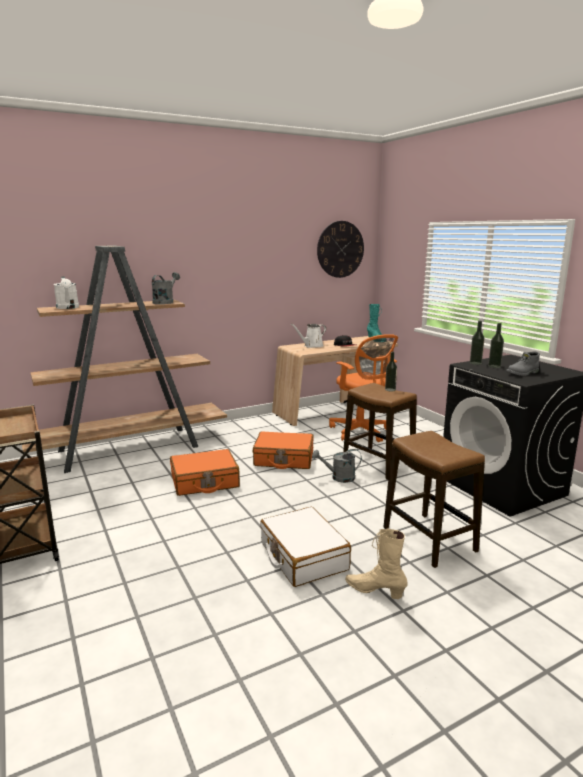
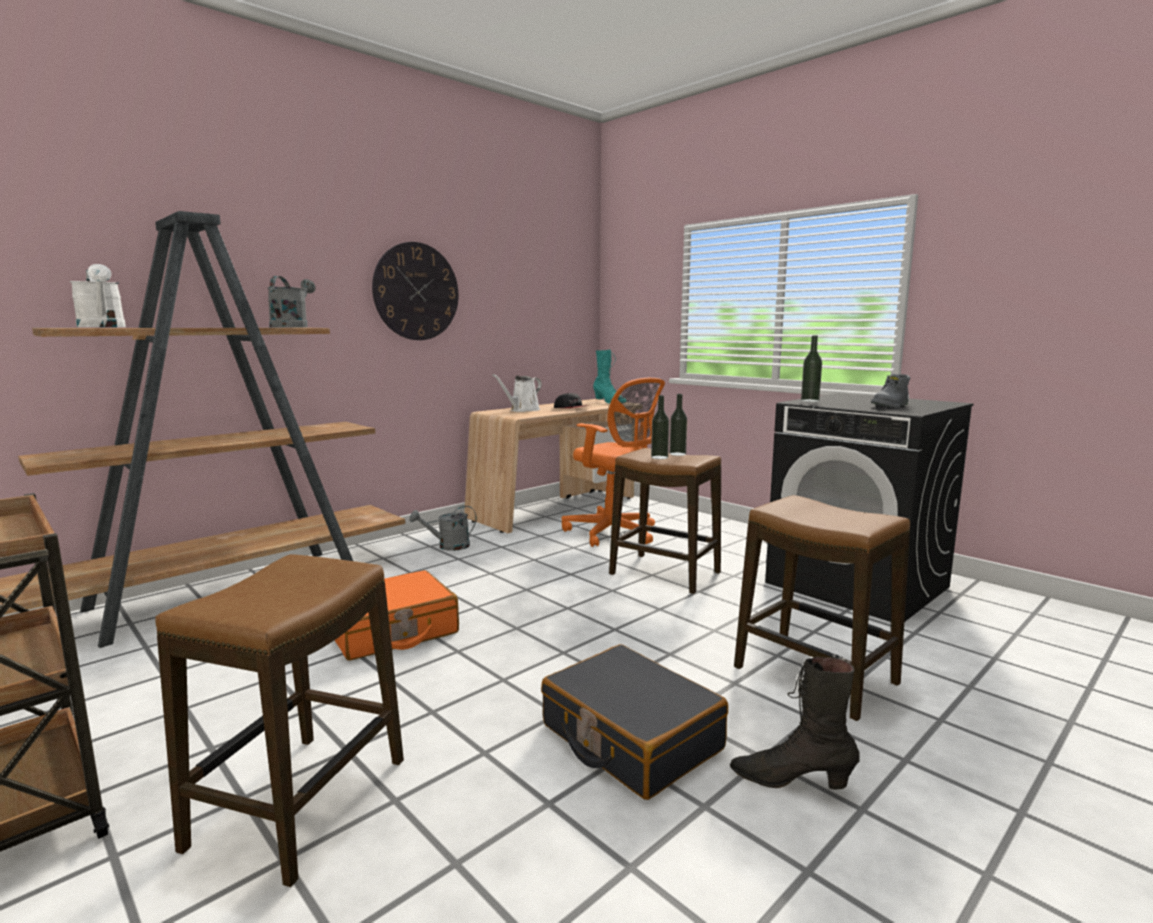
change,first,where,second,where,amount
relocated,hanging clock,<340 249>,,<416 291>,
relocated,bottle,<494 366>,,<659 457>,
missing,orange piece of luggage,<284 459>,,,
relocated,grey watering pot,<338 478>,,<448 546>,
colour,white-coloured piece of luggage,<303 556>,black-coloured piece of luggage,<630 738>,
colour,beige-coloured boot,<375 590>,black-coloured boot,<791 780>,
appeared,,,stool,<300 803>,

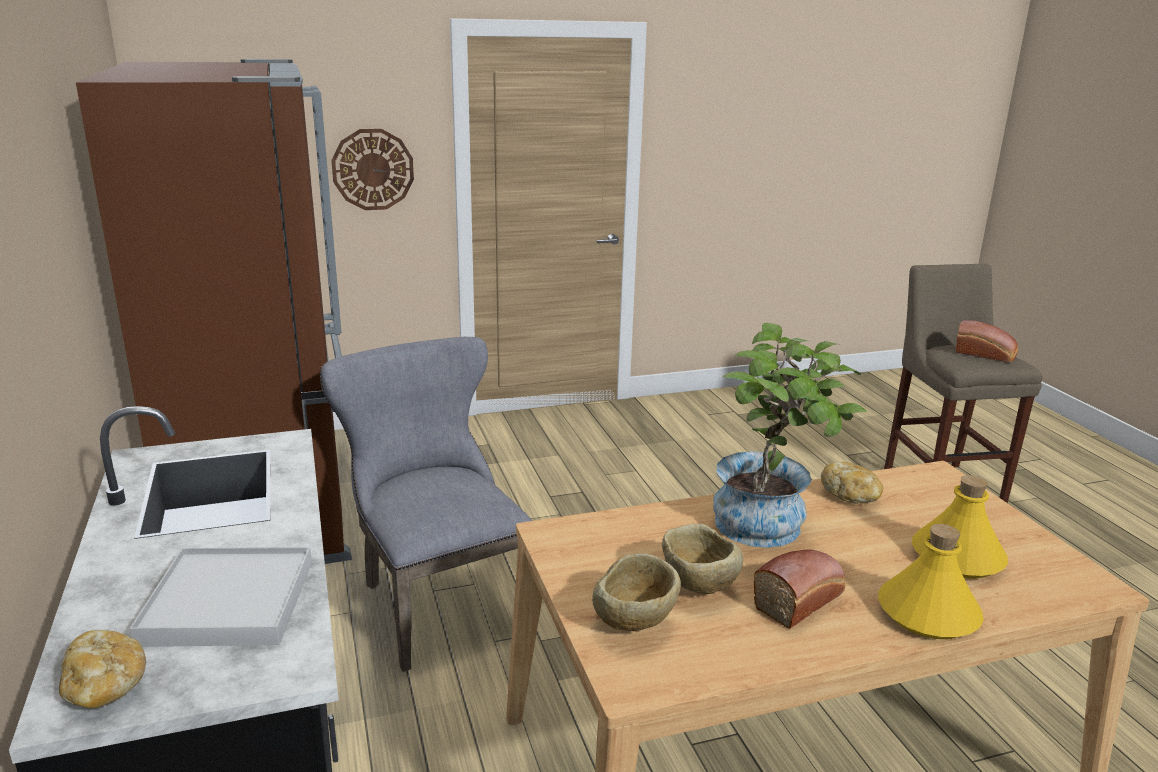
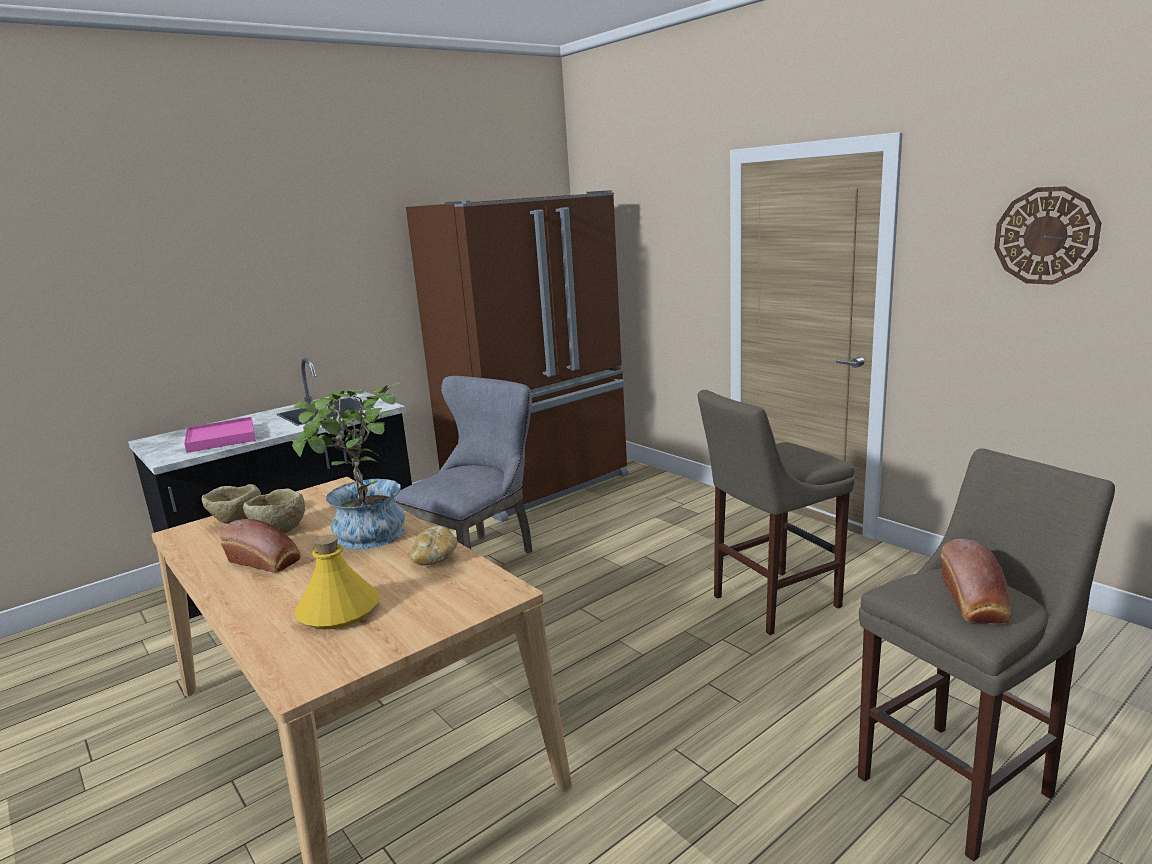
change,first,where,second,where,amount
relocated,hanging clock,<373 169>,,<1046 236>,
missing,yellow-coloured bottle,<927 614>,,,
colour,white-coloured serving tray,<229 602>,pinkish serving tray,<221 438>,
missing,baked bread,<105 687>,,,
appeared,,,beige-coloured stool,<770 603>,

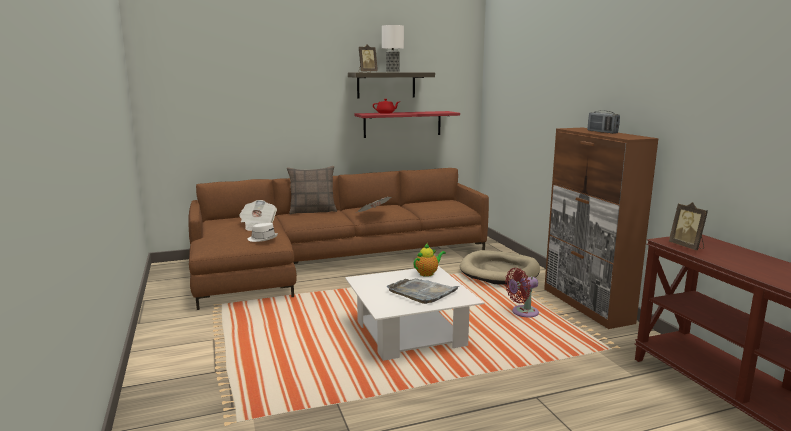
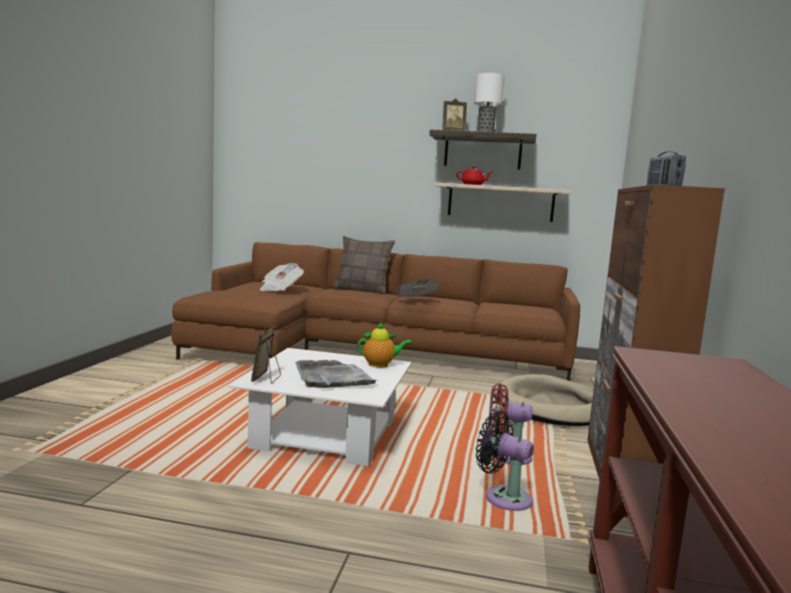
change,first,where,second,where,amount
colour,red wall shelf,<402 124>,beige-coloured wall shelf,<500 202>,
relocated,standing frame,<687 246>,,<267 379>,
missing,white-coloured wearable hat,<263 238>,,,
appeared,,,black-coloured fan,<503 497>,

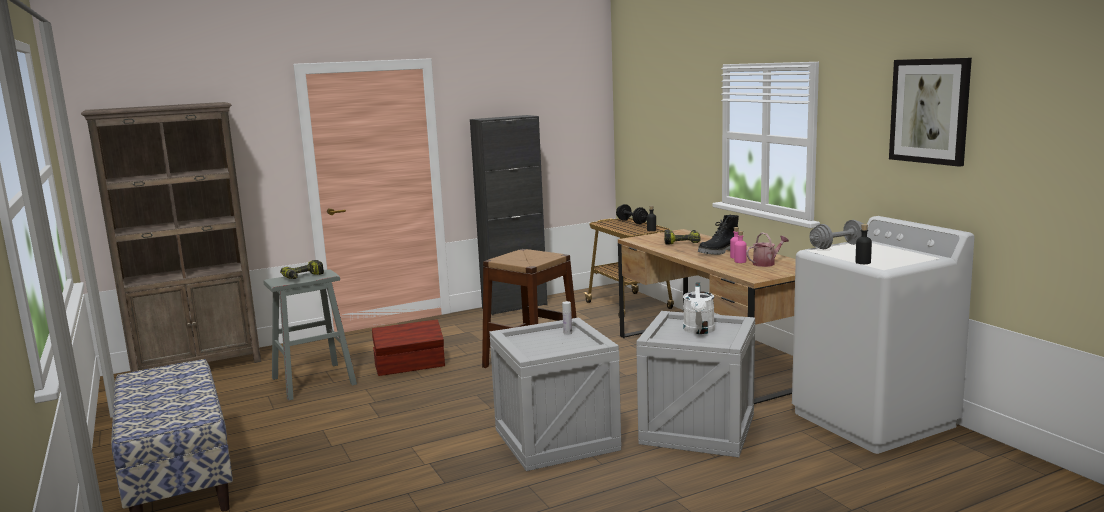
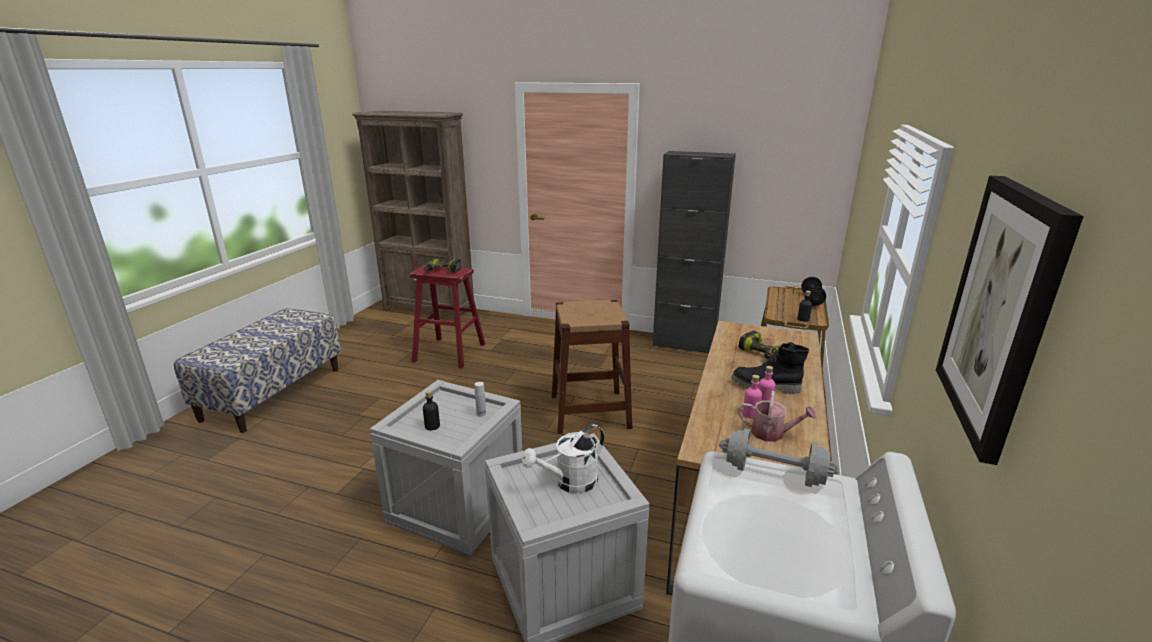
change,first,where,second,where,amount
relocated,black-coloured bottle,<863 262>,,<432 426>,
colour,grey stool,<314 381>,red stool,<449 352>,
missing,brownish storage bin,<410 366>,,,

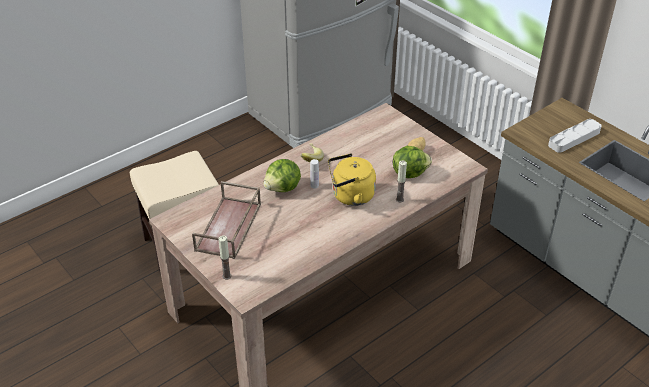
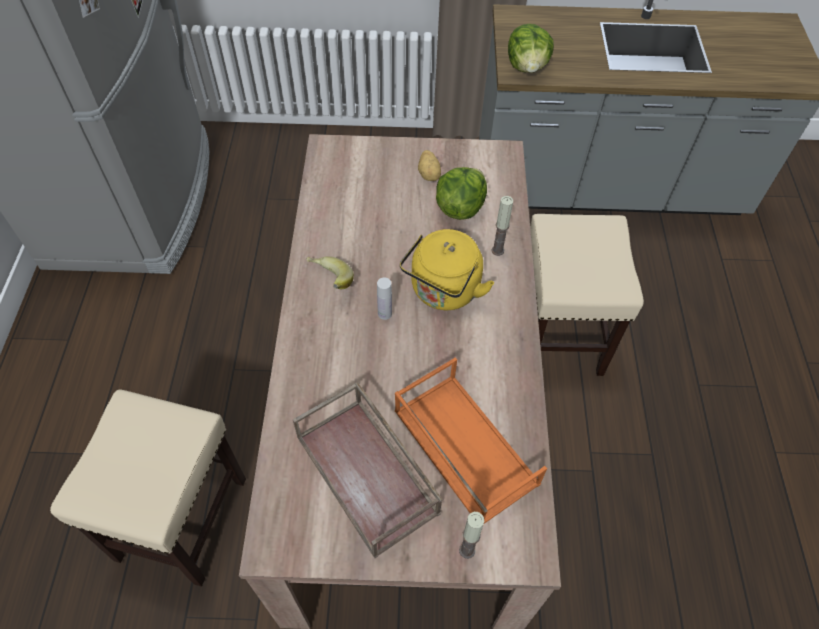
change,first,where,second,where,amount
missing,grey serving tray,<574 138>,,,
relocated,head of lettuce,<283 188>,,<527 67>,
appeared,,,beige-coloured stool,<559 335>,
appeared,,,orange serving tray,<463 446>,

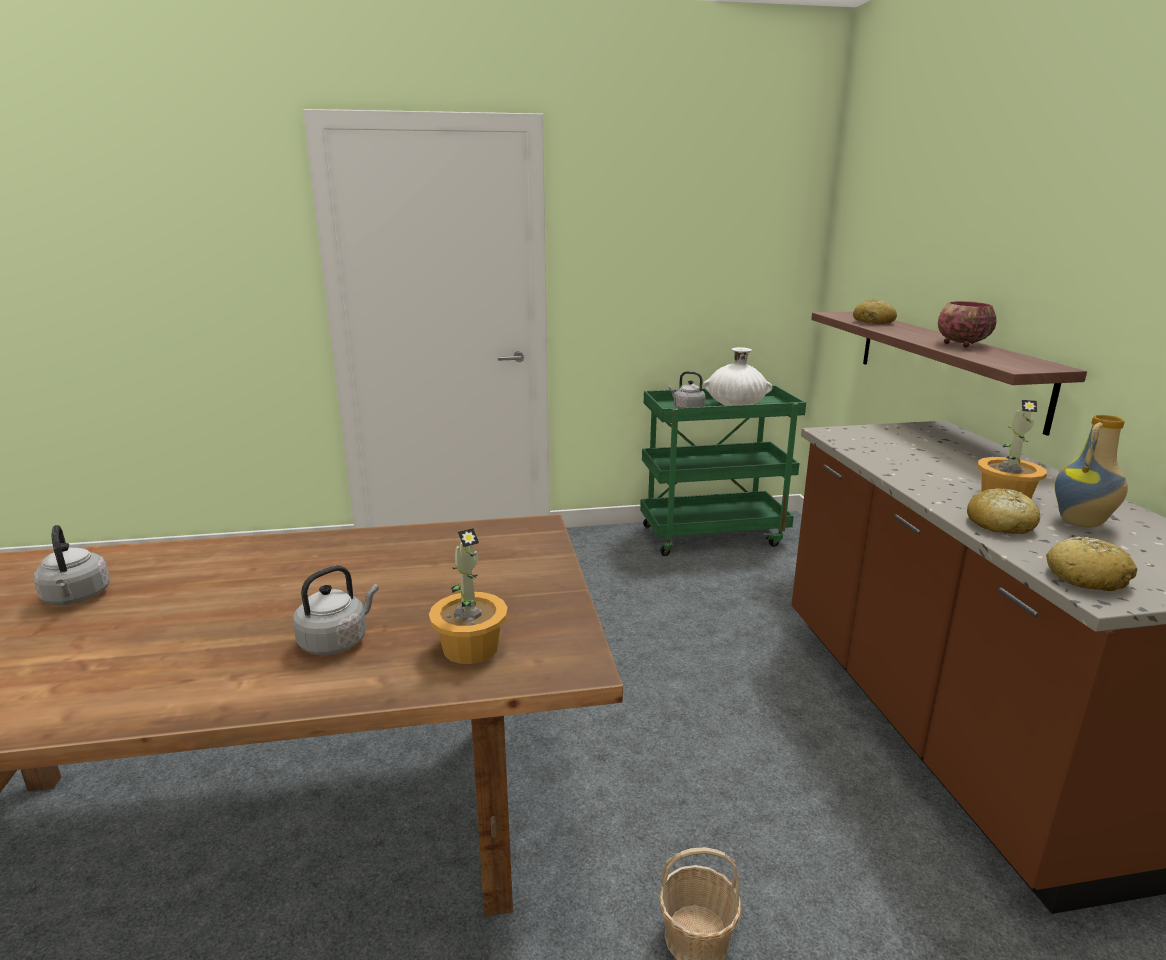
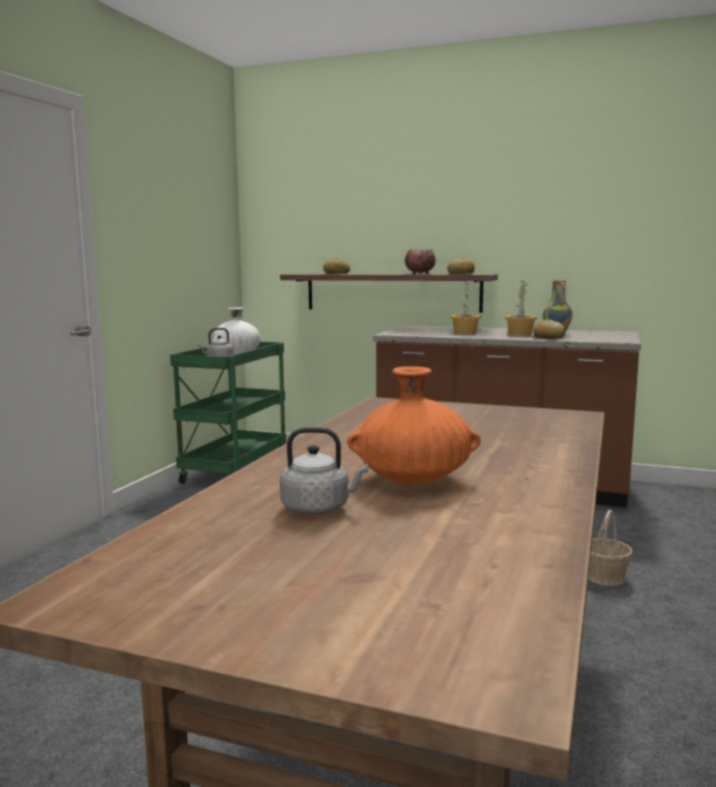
change,first,where,second,where,amount
relocated,plant in a pot,<470 647>,,<464 333>,
relocated,baked bread,<1086 578>,,<460 274>,
missing,grey tea kettle,<337 641>,,,
appeared,,,orange flower vase,<413 480>,

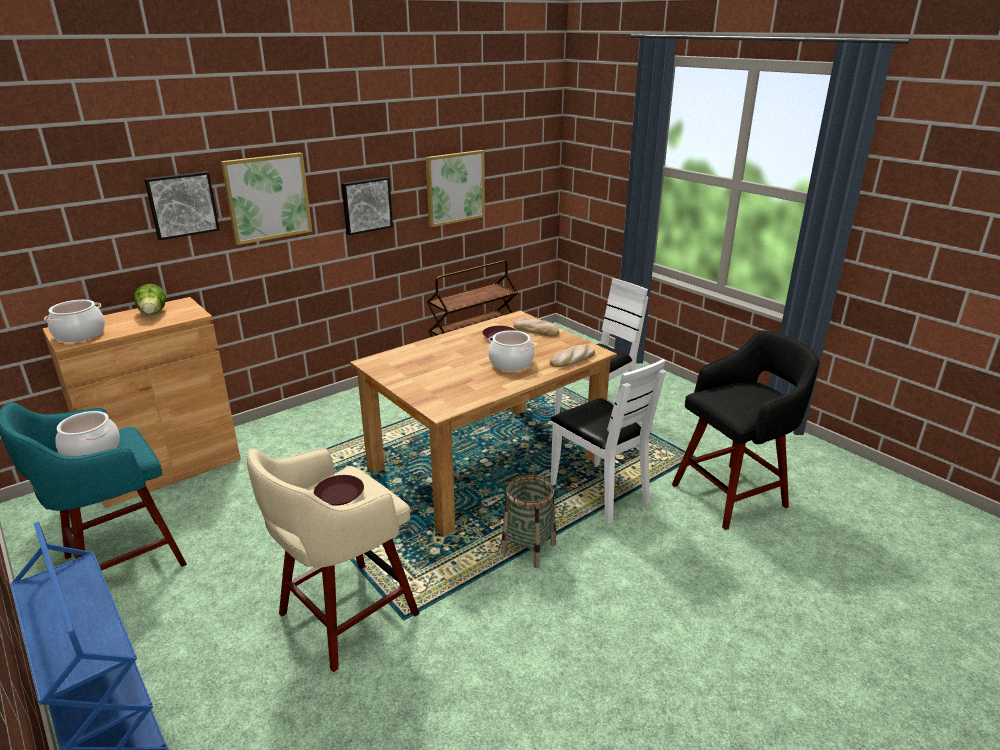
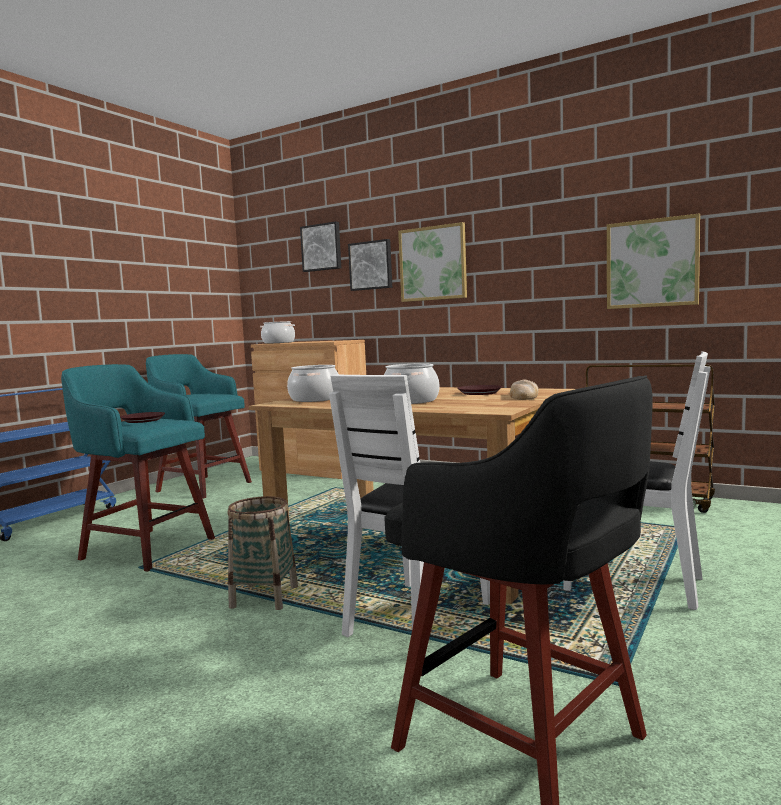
change,first,where,second,where,amount
relocated,wall picture,<366 205>,,<322 247>,
missing,head of lettuce,<153 314>,,,
missing,baked bread,<572 359>,,,
relocated,saucepot,<91 451>,,<315 399>,
colour,beige-coloured stool,<344 616>,turquoise stool,<145 548>,

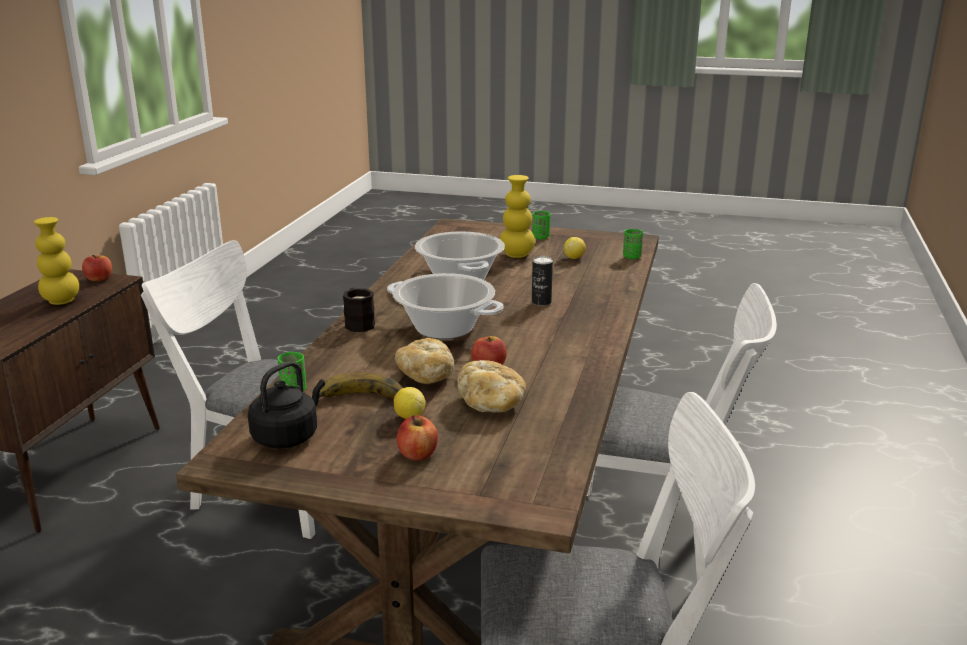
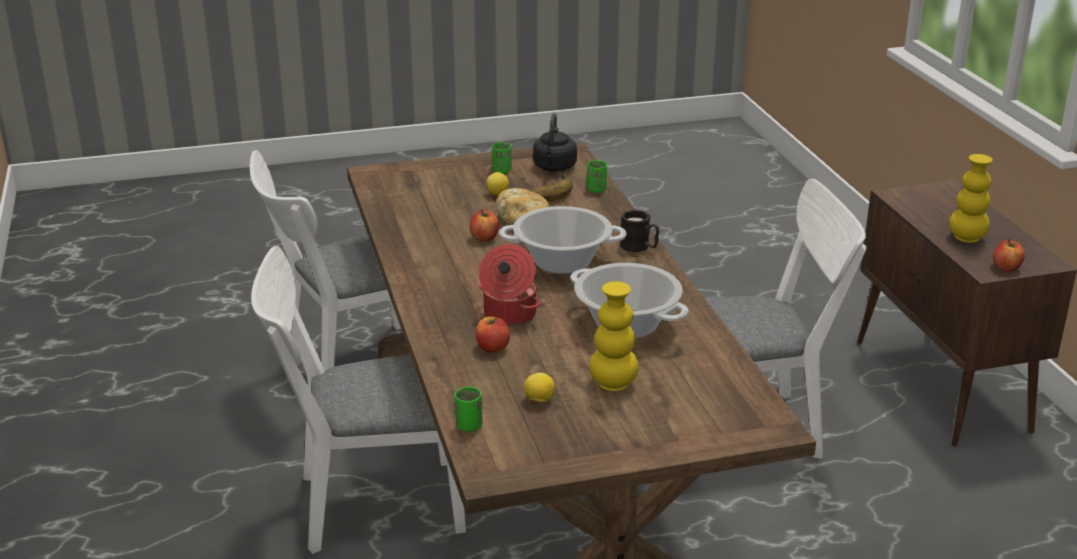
change,first,where,second,where,amount
relocated,green small cup,<540 237>,,<502 171>,
exchanged,sealed can,<541 302>,saucepot,<508 315>,
missing,baked bread,<491 403>,,,
relocated,apple,<417 454>,,<492 348>,

